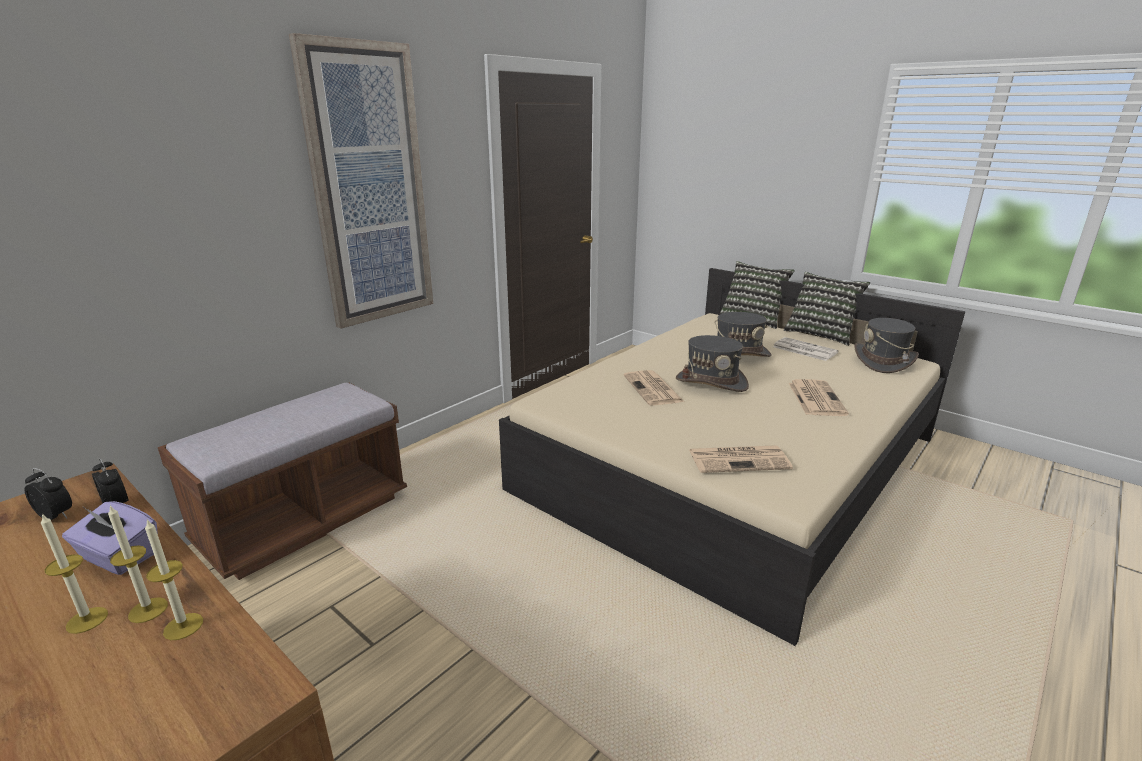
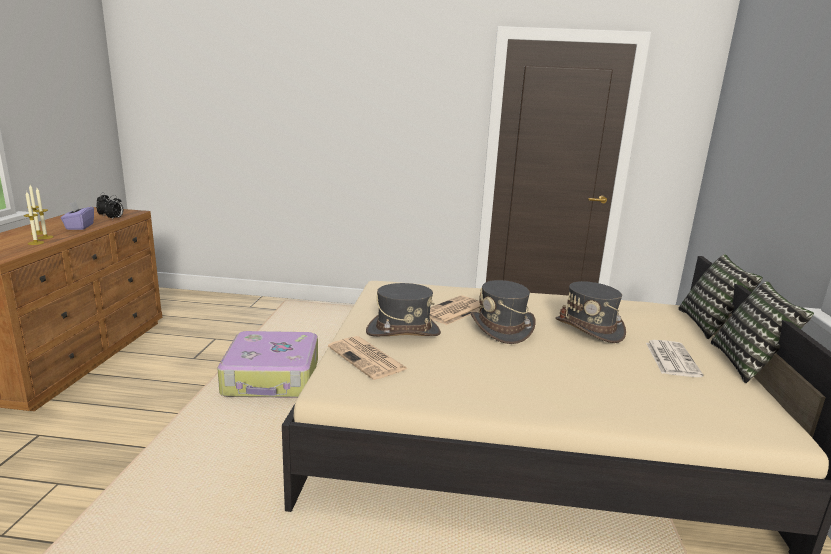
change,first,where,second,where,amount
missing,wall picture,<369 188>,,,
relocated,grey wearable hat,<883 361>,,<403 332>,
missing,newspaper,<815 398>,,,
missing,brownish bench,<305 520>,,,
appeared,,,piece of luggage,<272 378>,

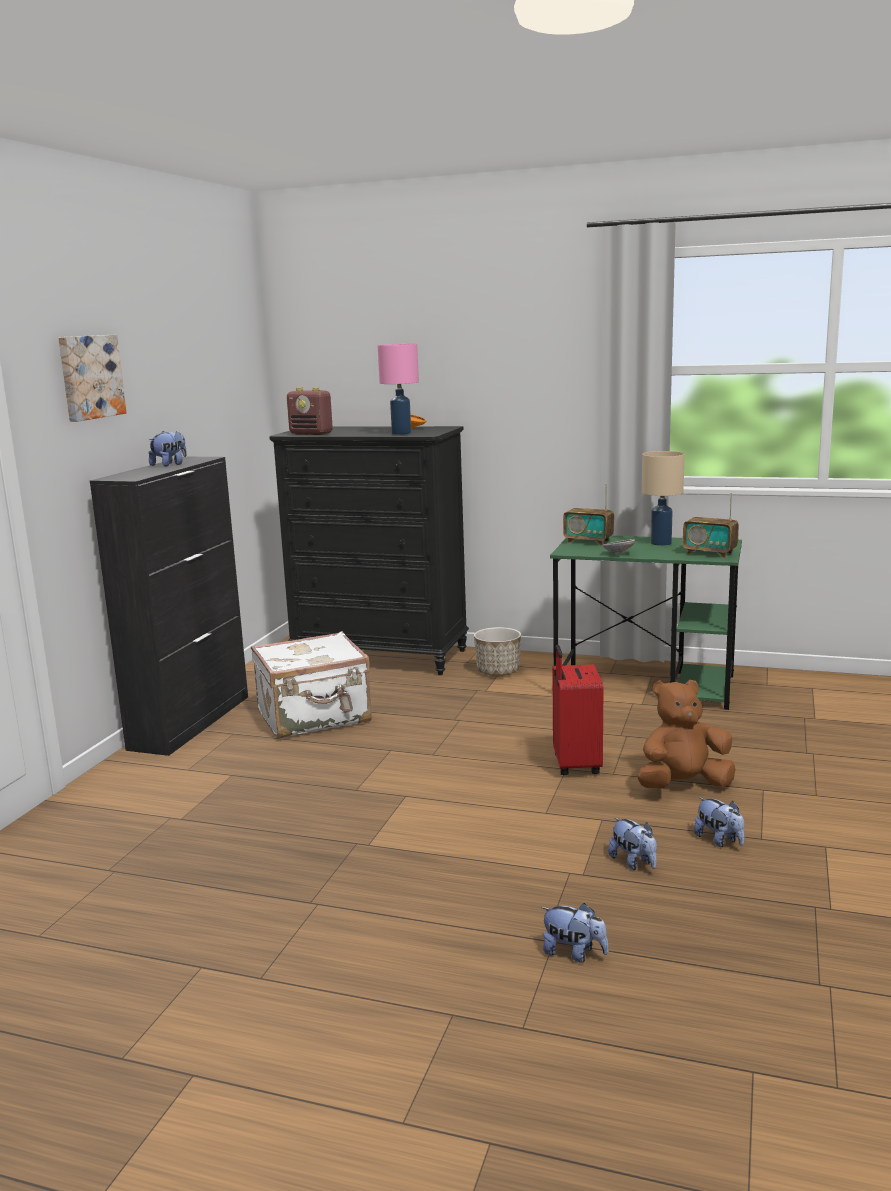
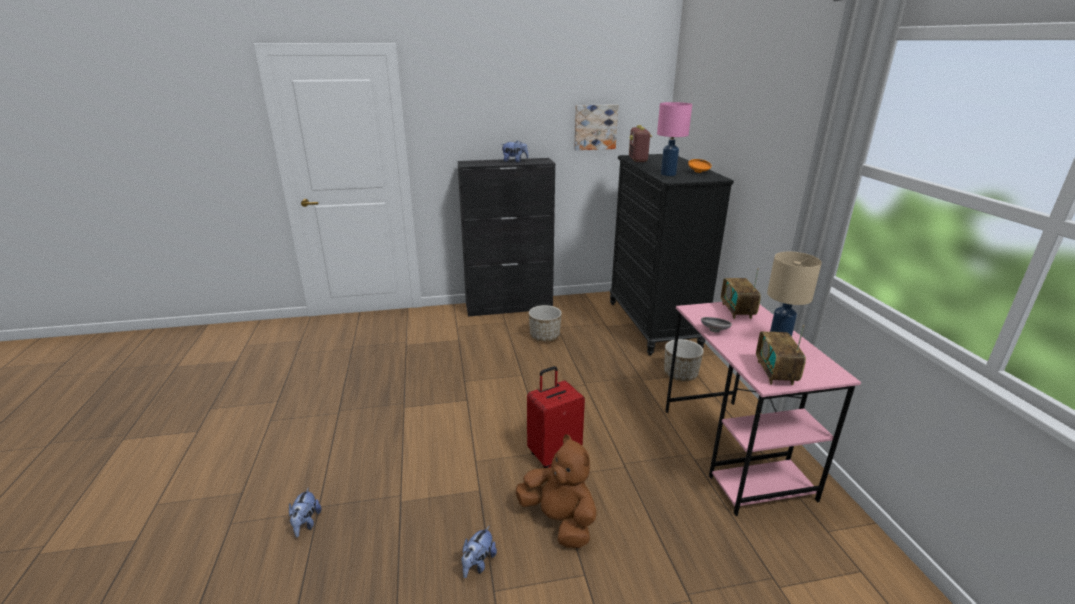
change,first,where,second,where,amount
relocated,wall picture,<89 377>,,<595 127>,
colour,green desk unit,<646 686>,pinkish desk unit,<734 452>,
exchanged,white-coloured piece of luggage,<315 717>,flower pot,<544 336>,
missing,cuddly toy,<633 862>,,,

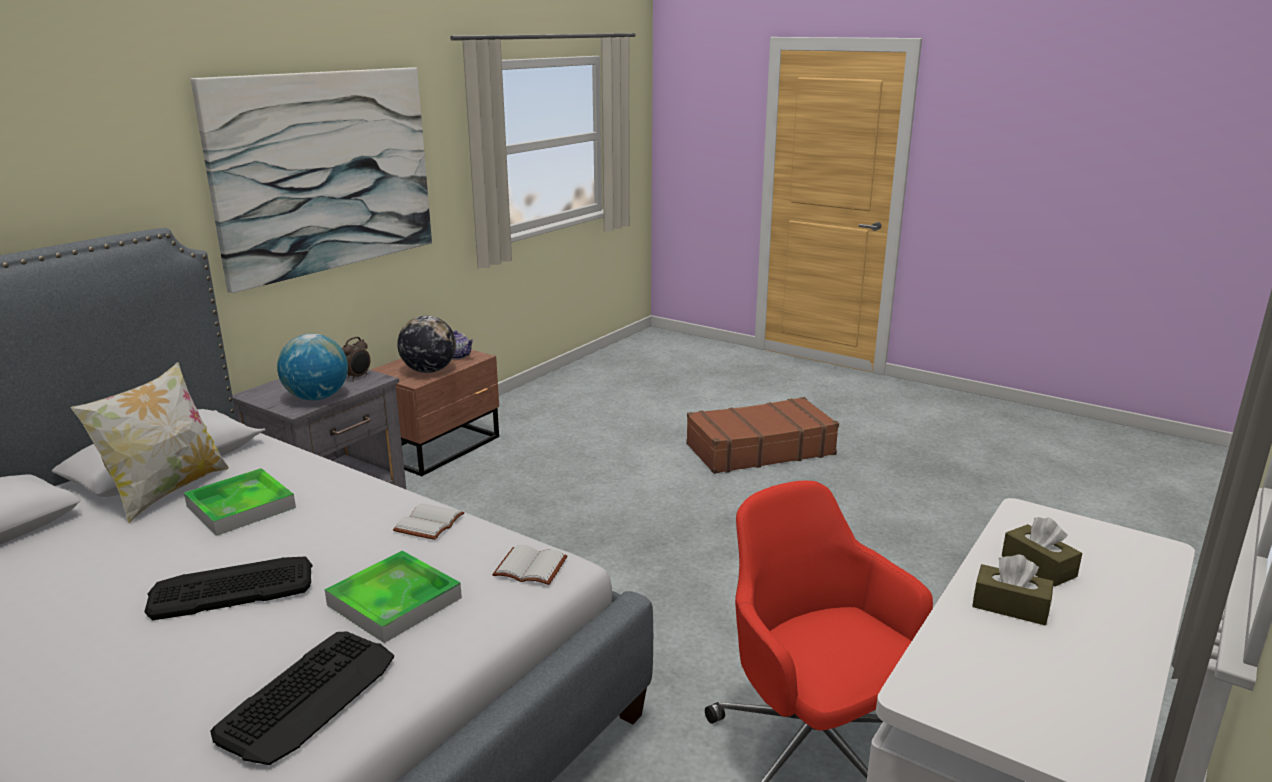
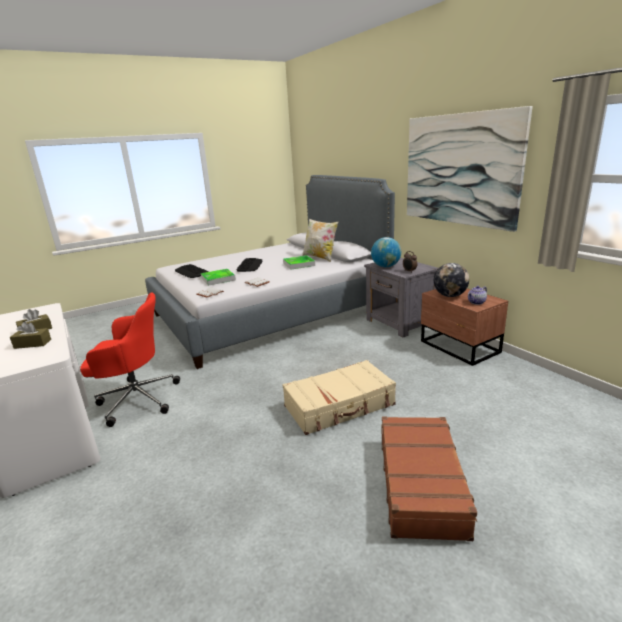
change,first,where,second,where,amount
appeared,,,beige-coloured piece of luggage,<340 406>,

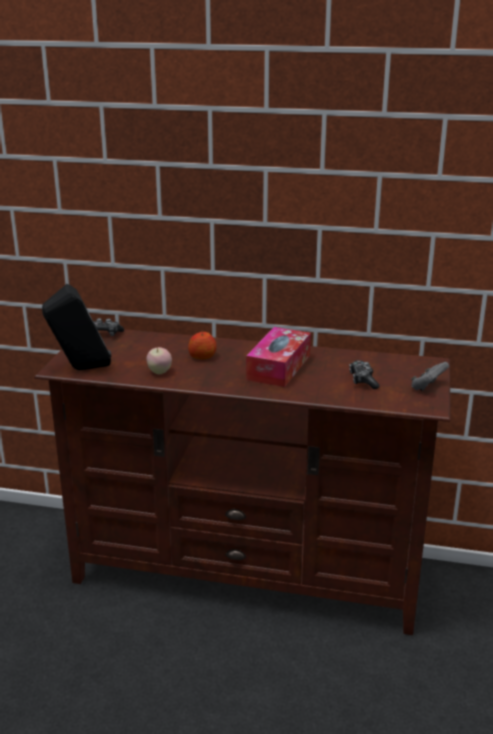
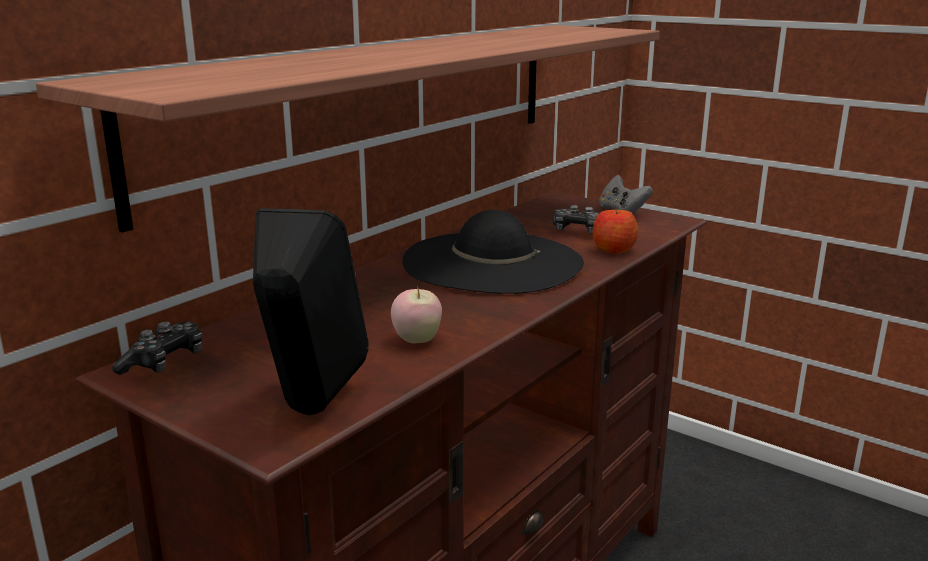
change,first,where,second,where,amount
exchanged,tissue box,<279 367>,black-coloured wearable hat,<492 262>,
relocated,apple,<202 356>,,<613 250>,
appeared,,,wall shelf,<375 105>,

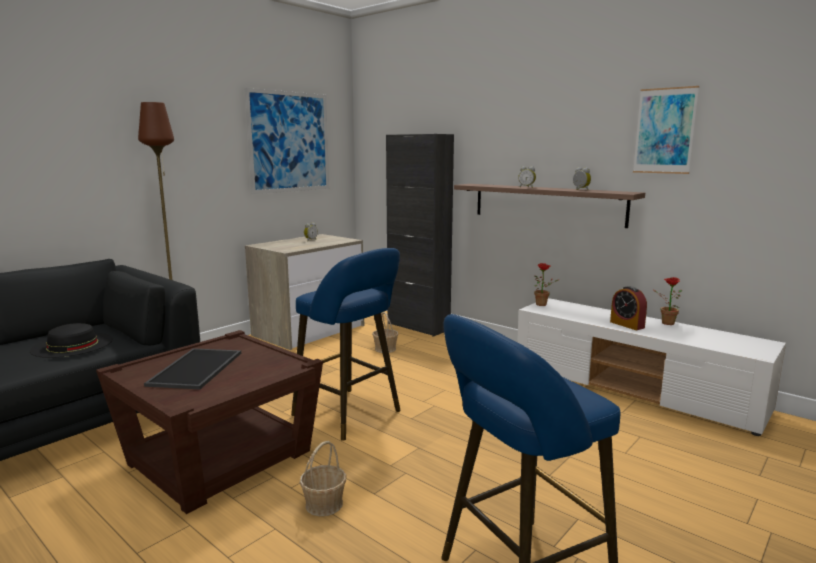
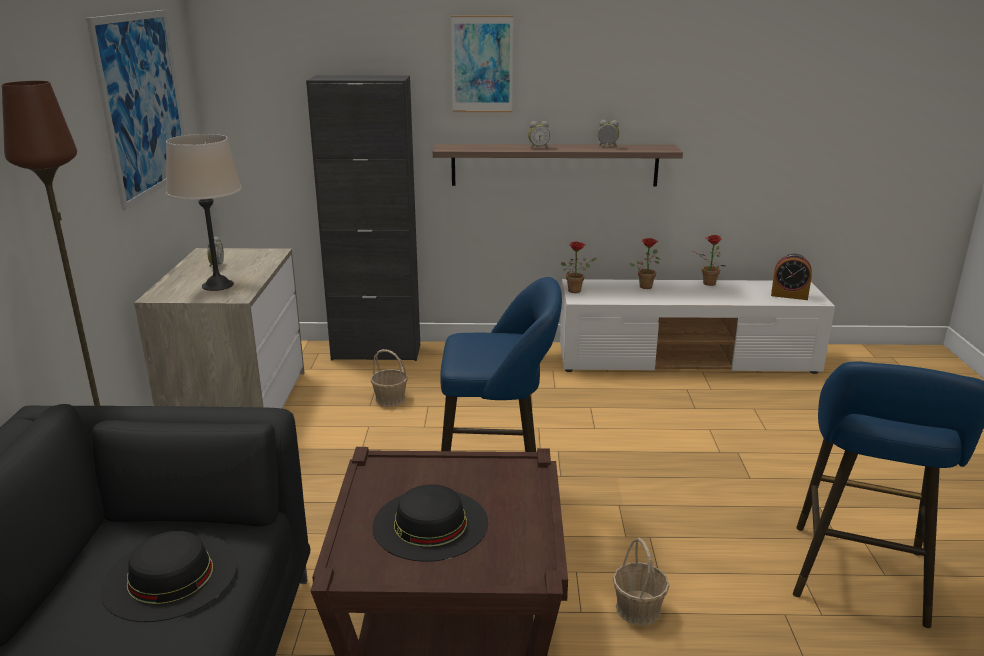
change,first,where,second,where,amount
relocated,wall picture,<664 131>,,<482 64>,
relocated,bedside clock,<627 325>,,<789 295>,
exchanged,serving tray,<197 369>,black-coloured wearable hat,<430 524>,
appeared,,,beige-coloured lamp for a table,<218 285>,
appeared,,,plant in a pot,<645 285>,

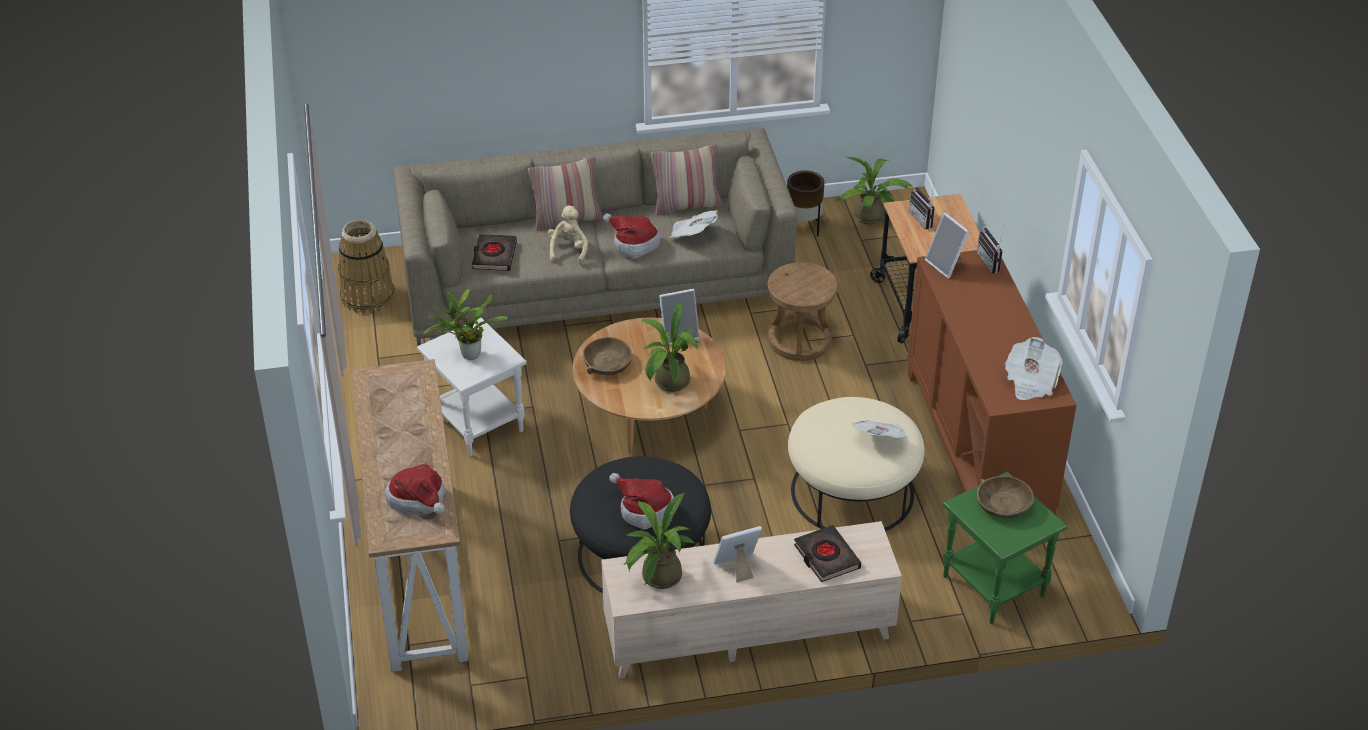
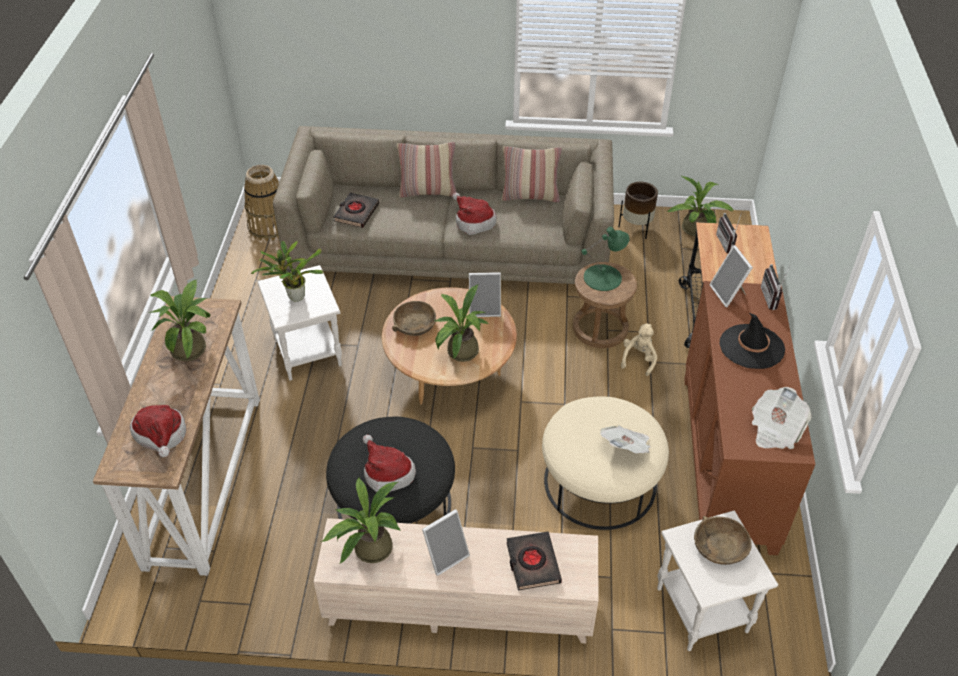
change,first,where,second,where,amount
relocated,beige-coloured cuddly toy,<568 250>,,<638 359>,
missing,newspaper,<692 235>,,,
colour,green end table,<995 586>,white-coloured end table,<703 610>,
spun,standing frame,<737 567>,,<445 555>,150 degrees clockwise
appeared,,,green lamp for a table,<603 278>,
appeared,,,plant in a pot,<192 347>,
appeared,,,black-coloured wearable hat,<751 347>,

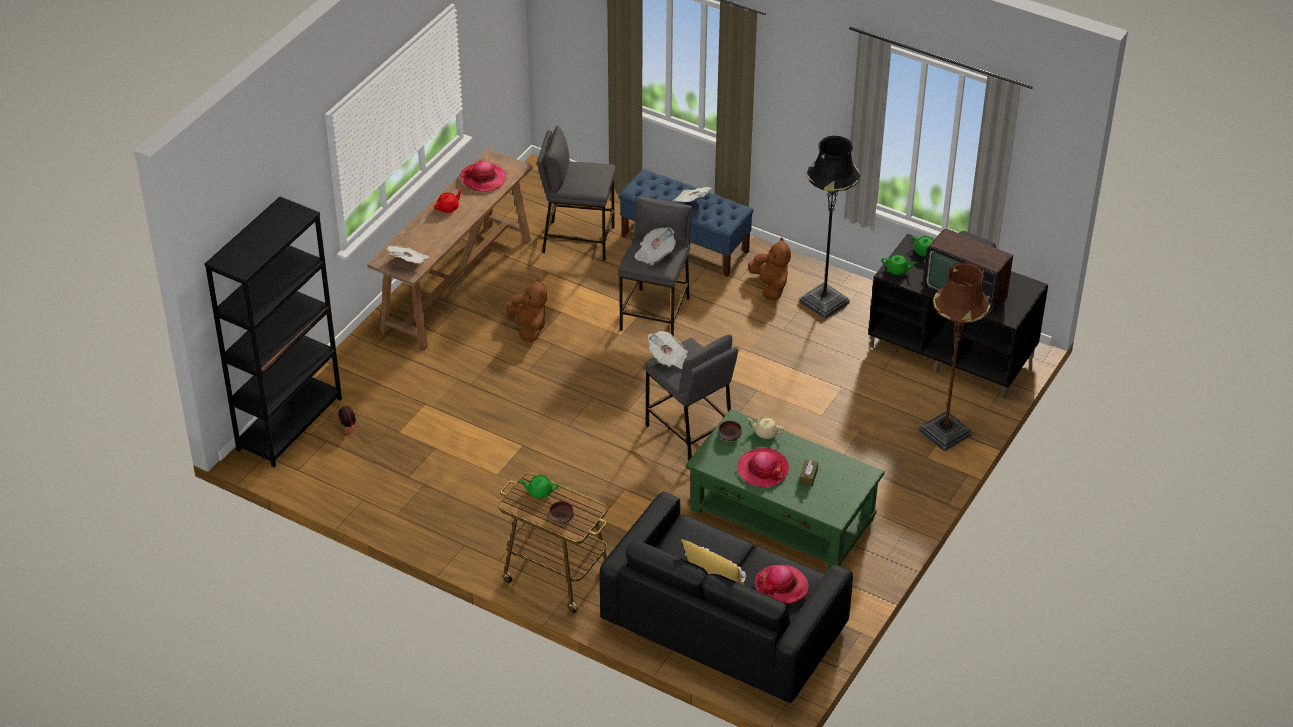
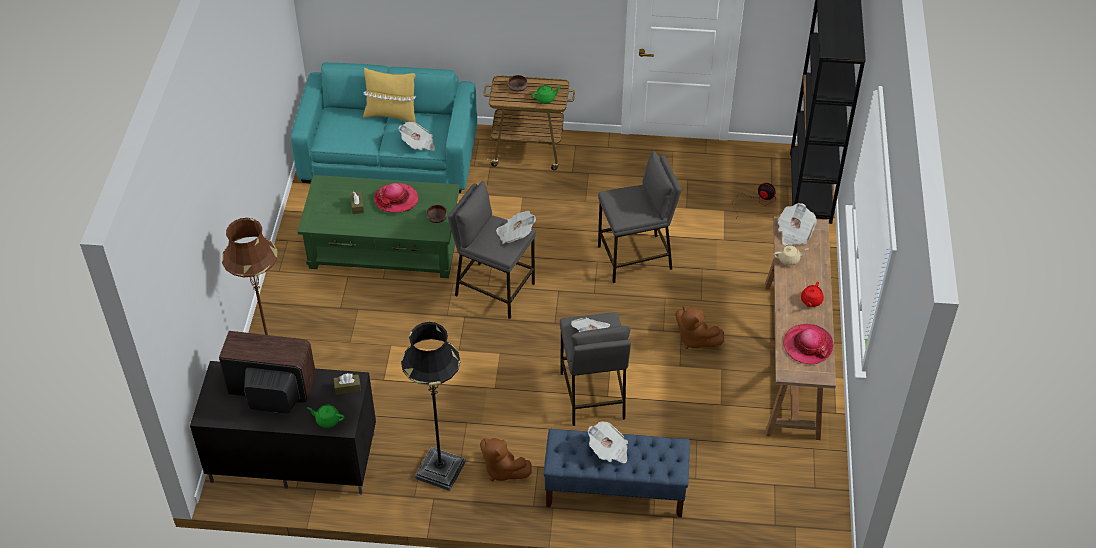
change,first,where,second,where,amount
relocated,grey stool,<578 240>,,<635 258>,
exchanged,green pot for tea,<897 270>,brownish tissue box,<347 387>,
relocated,beige-coloured pot for tea,<766 432>,,<789 259>,
colour,black-coloured settee,<724 624>,turquoise settee,<389 156>,
missing,wearable hat,<781 586>,,,
appeared,,,newspaper,<418 144>,

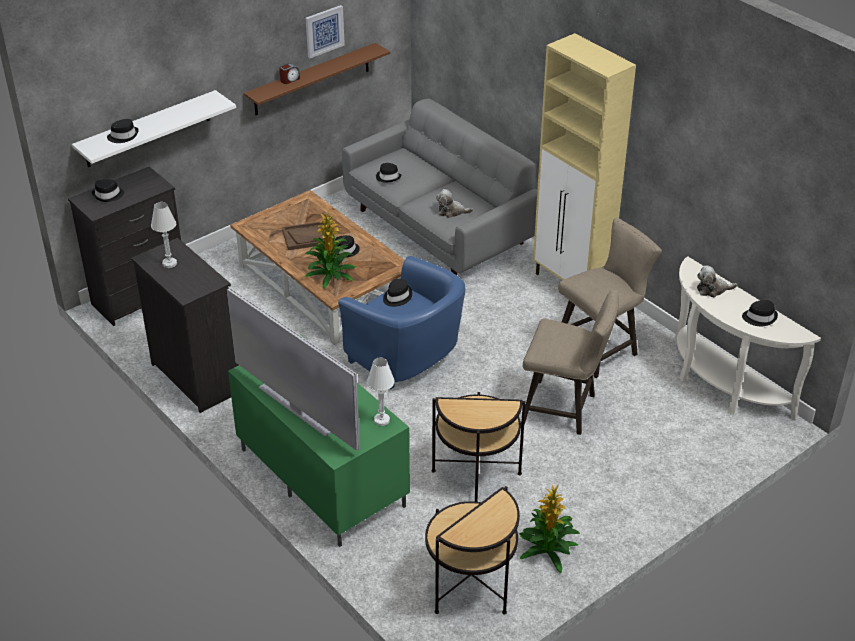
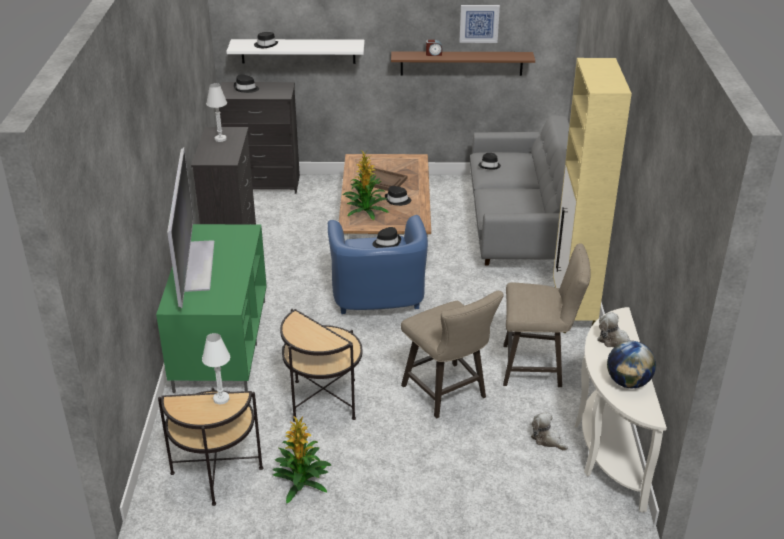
change,first,where,second,where,amount
relocated,cuddly toy,<452 211>,,<547 439>,
exchanged,black-coloured wearable hat,<759 317>,globe,<628 382>,
relocated,white-coloured lamp for a table,<381 420>,,<221 399>,

